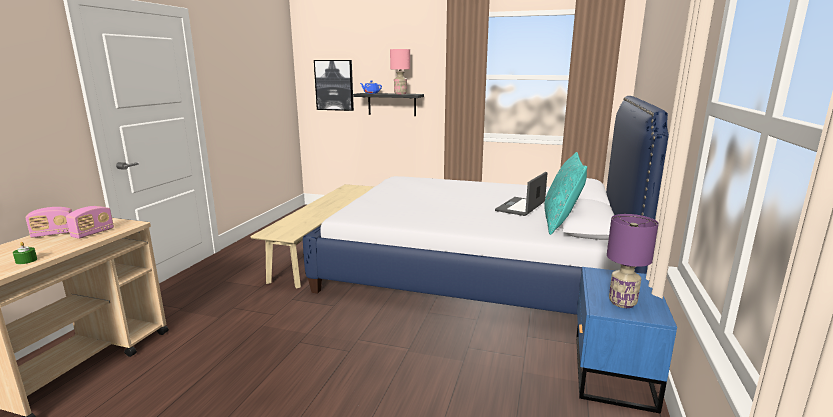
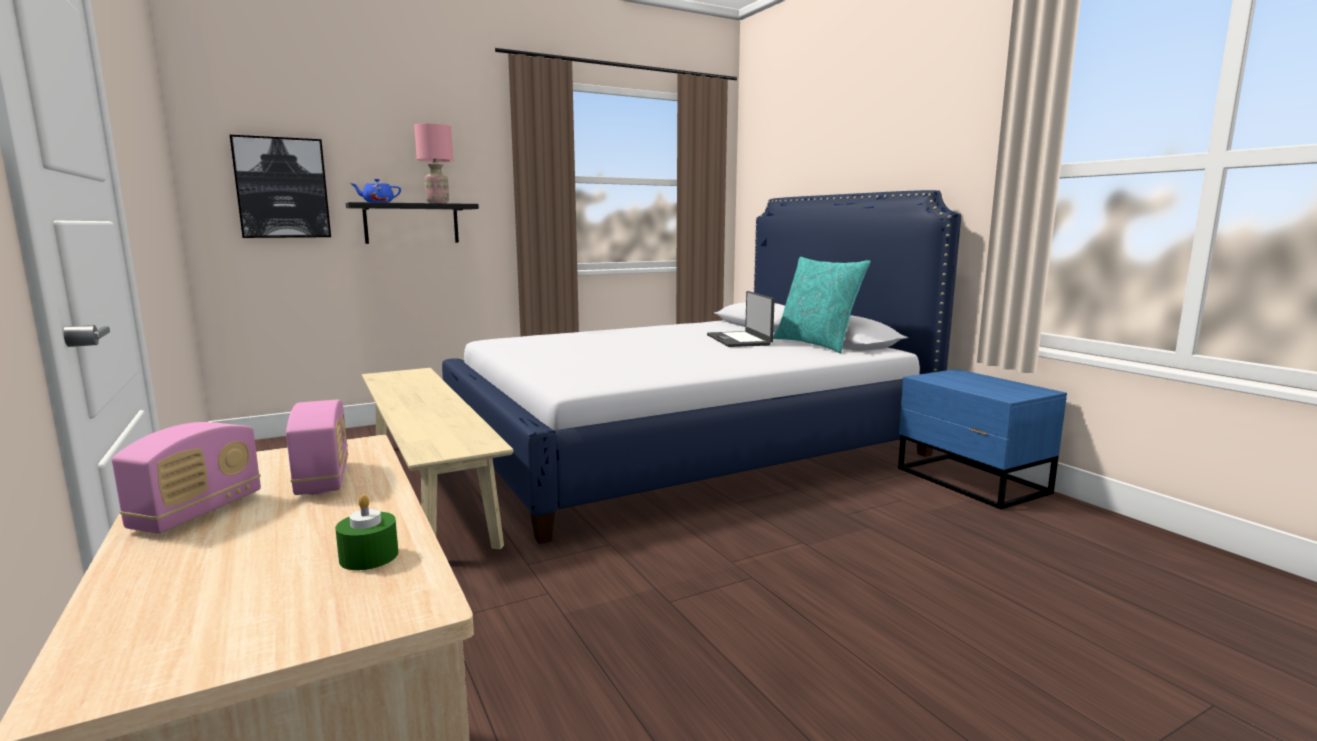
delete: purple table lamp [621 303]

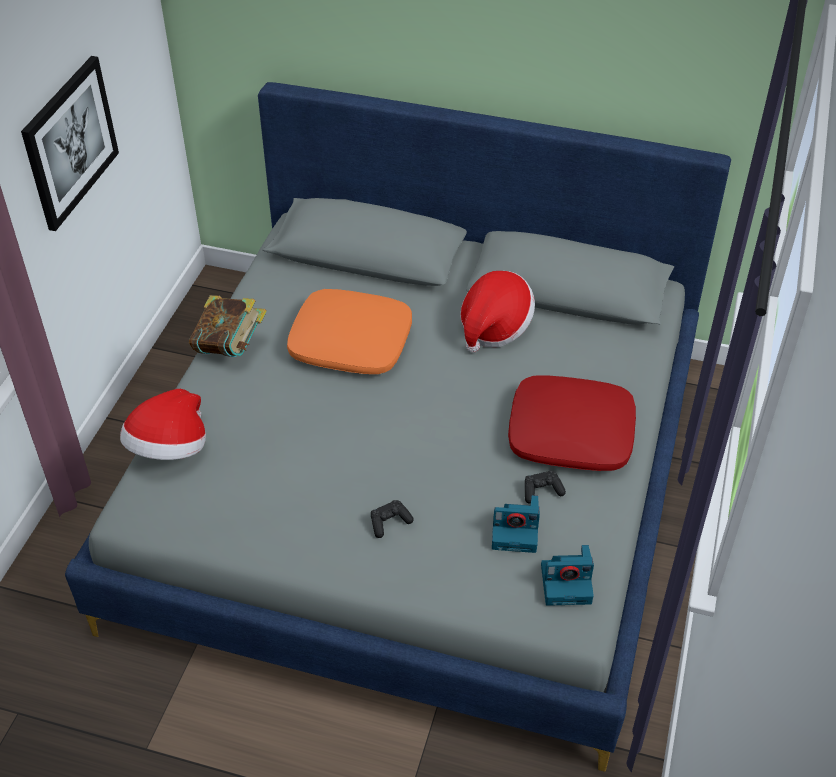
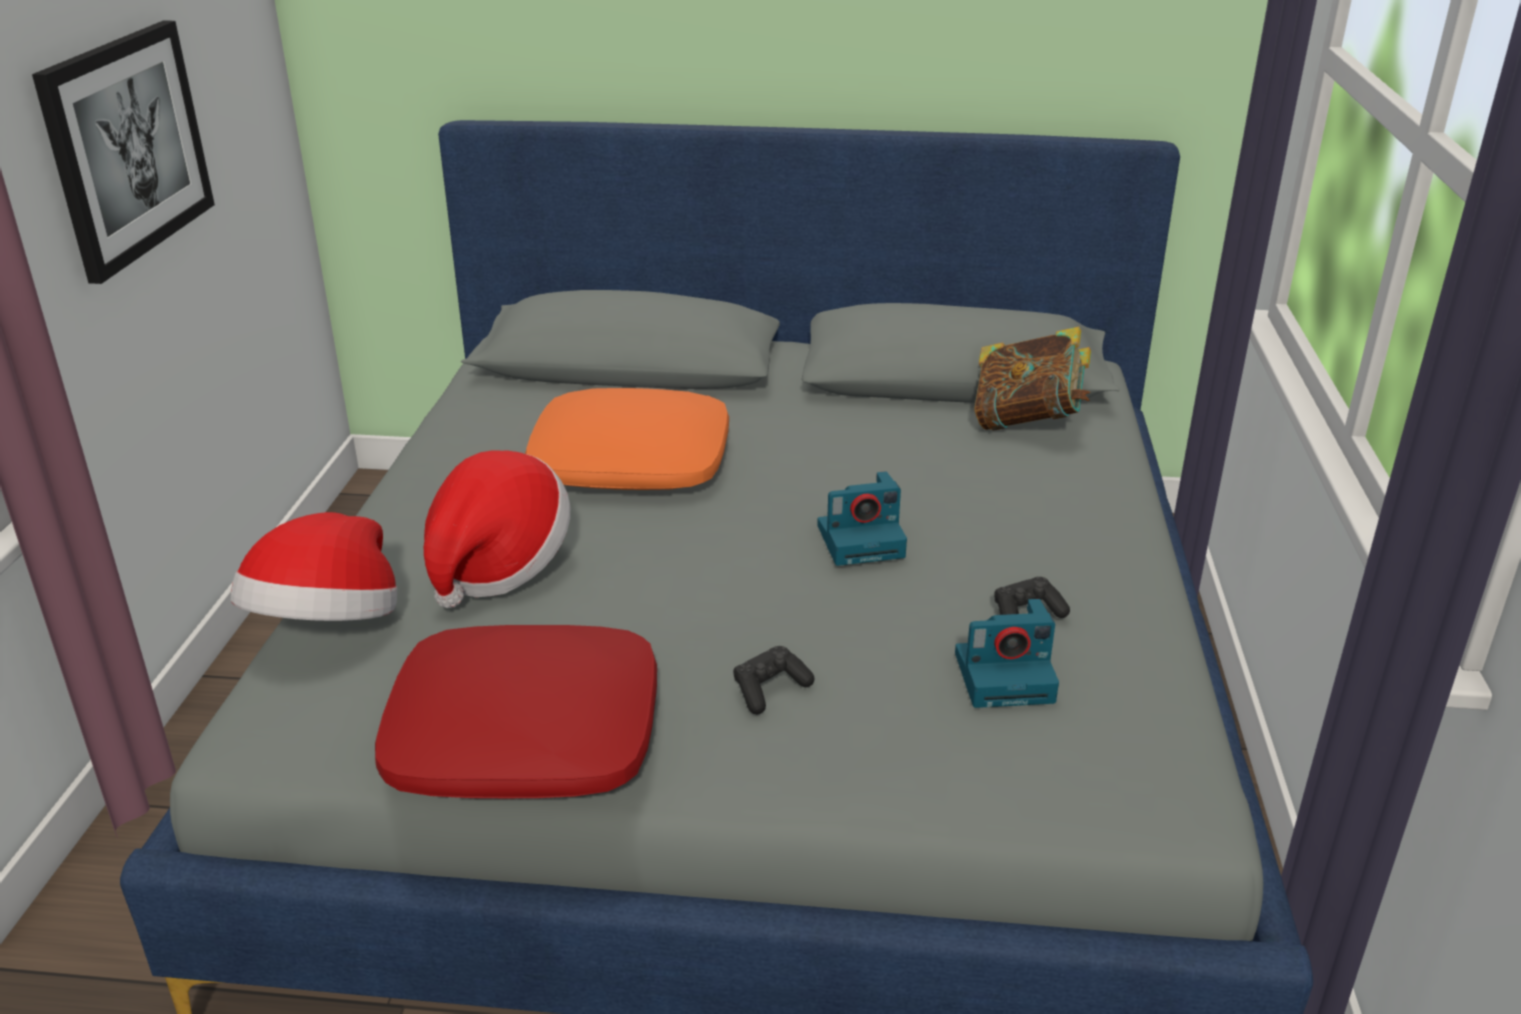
move: red pillow [571 433] to [526 735]; hat [494 327] to [497 565]; photo camera [567 583] to [862 540]; book [230 347] to [1028 422]

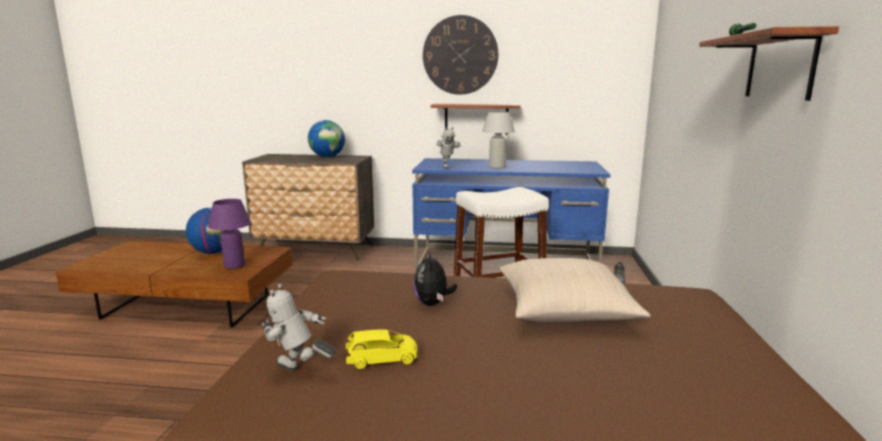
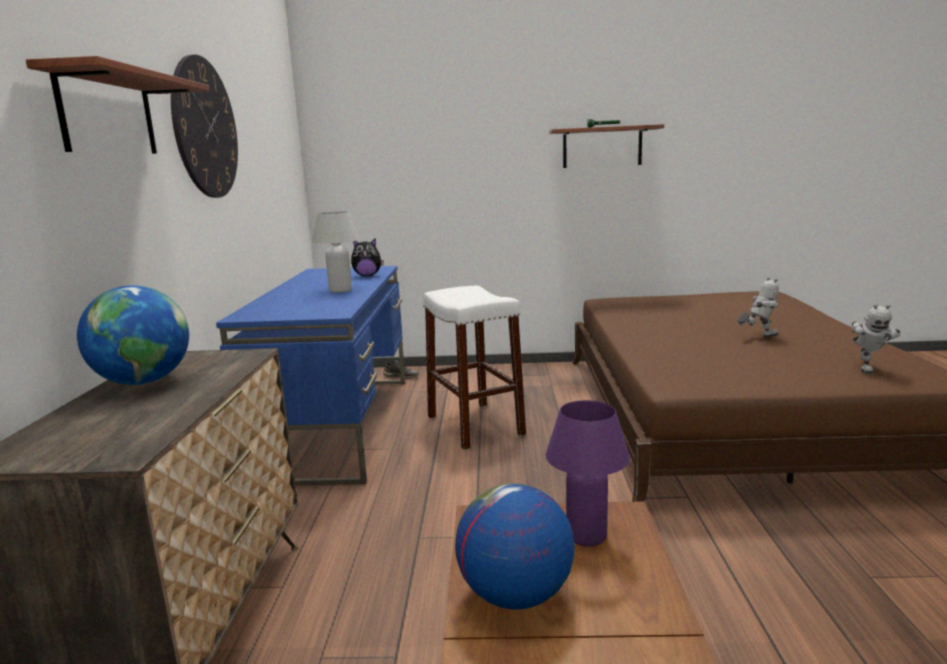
delete: yellow toy car [382 359]; beige pillow [565 310]
move: shelf [476 119] to [108 114]; plush toy [433 303] to [367 276]; toy robot [446 167] to [758 337]

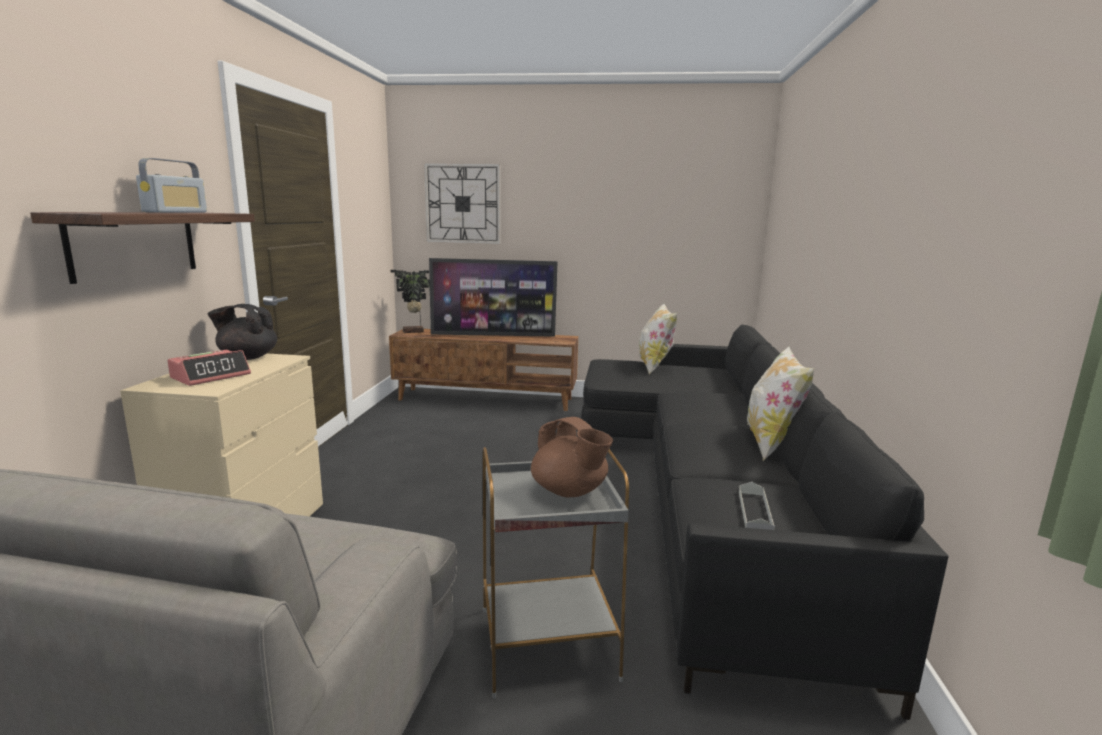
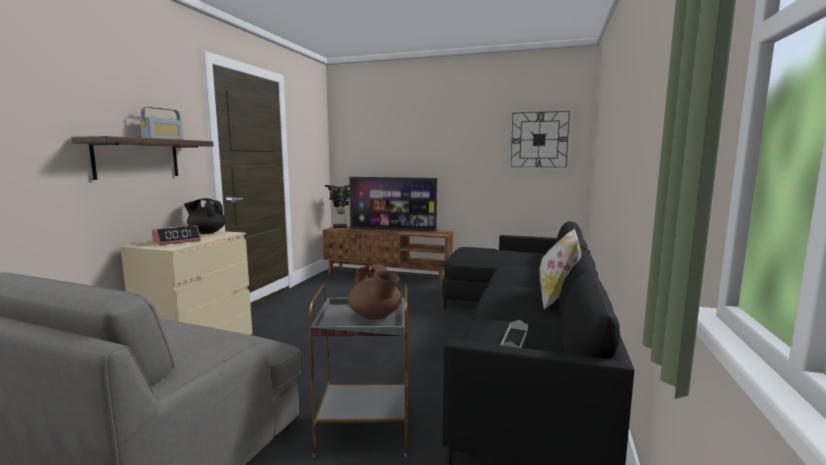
delete: pillow [654 366]
move: wall clock [463 204] to [539 140]

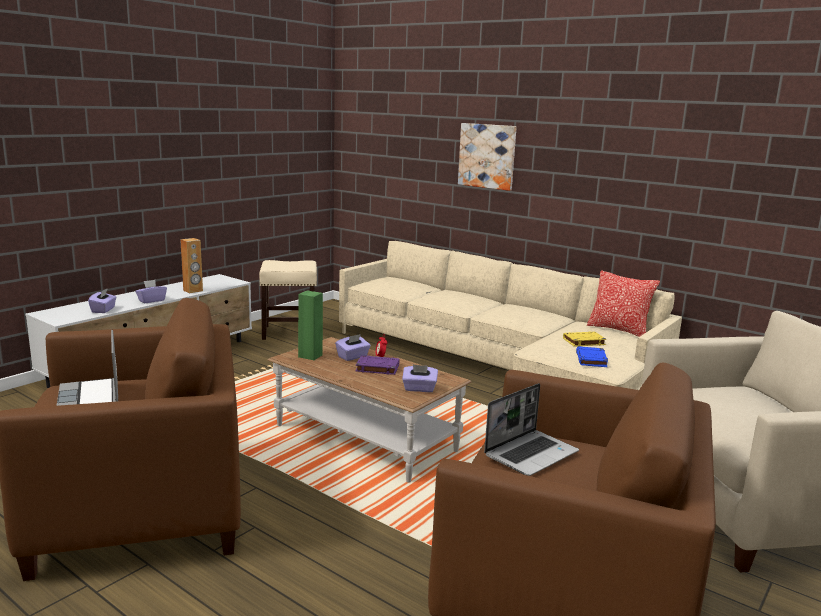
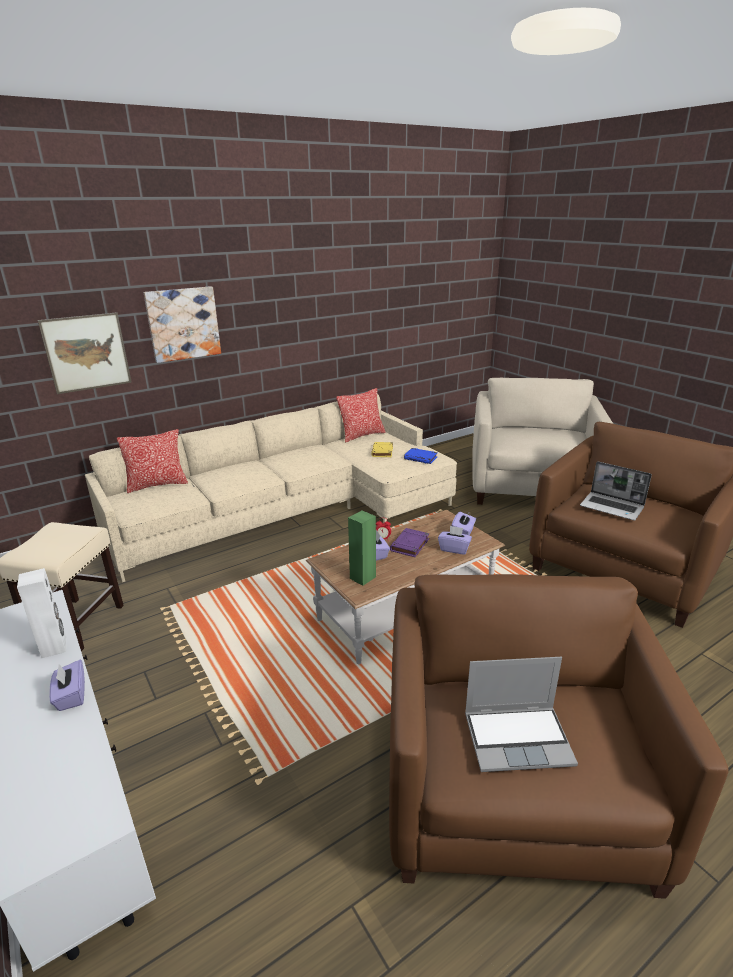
insert: picture [87 352]; pillow [157 485]
move: purple tissue box [103 310] to [454 549]
recolor: brown speaker [193 291] to white speaker [54 647]
rotate: laptop [531 453] = [612 507] 150 degrees clockwise

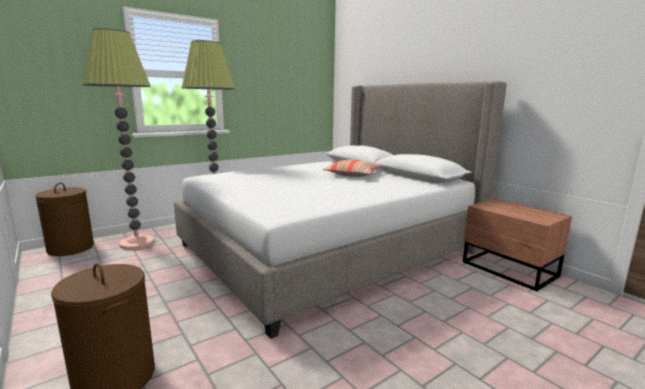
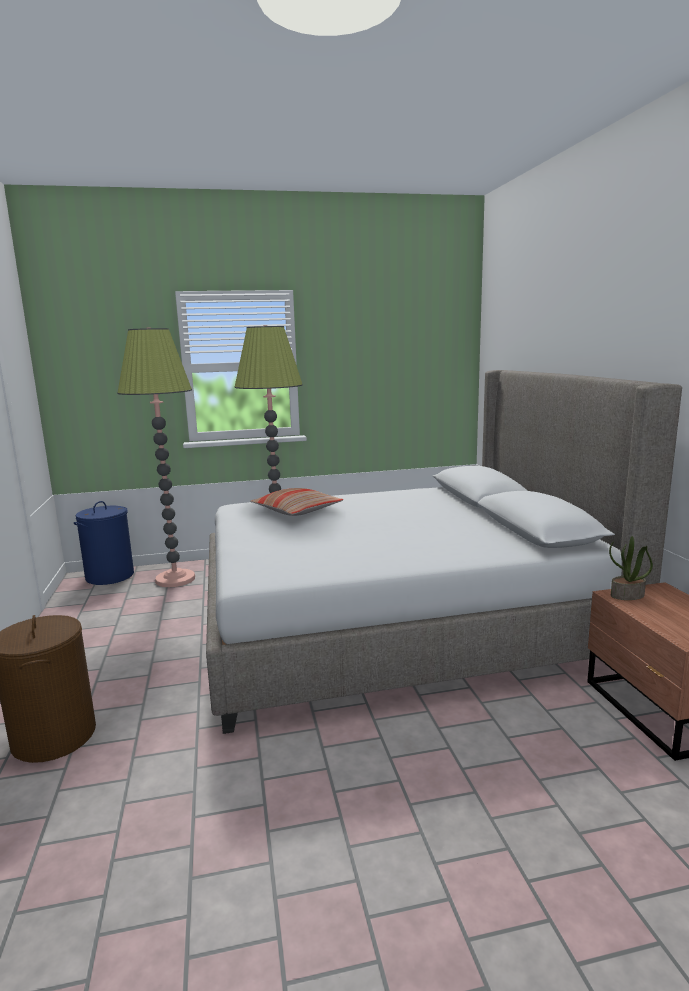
insert: potted plant [627 596]
move: pillow [353 174] to [297 510]
recolor: brown laundry basket [71 248] to blue laundry basket [110 576]

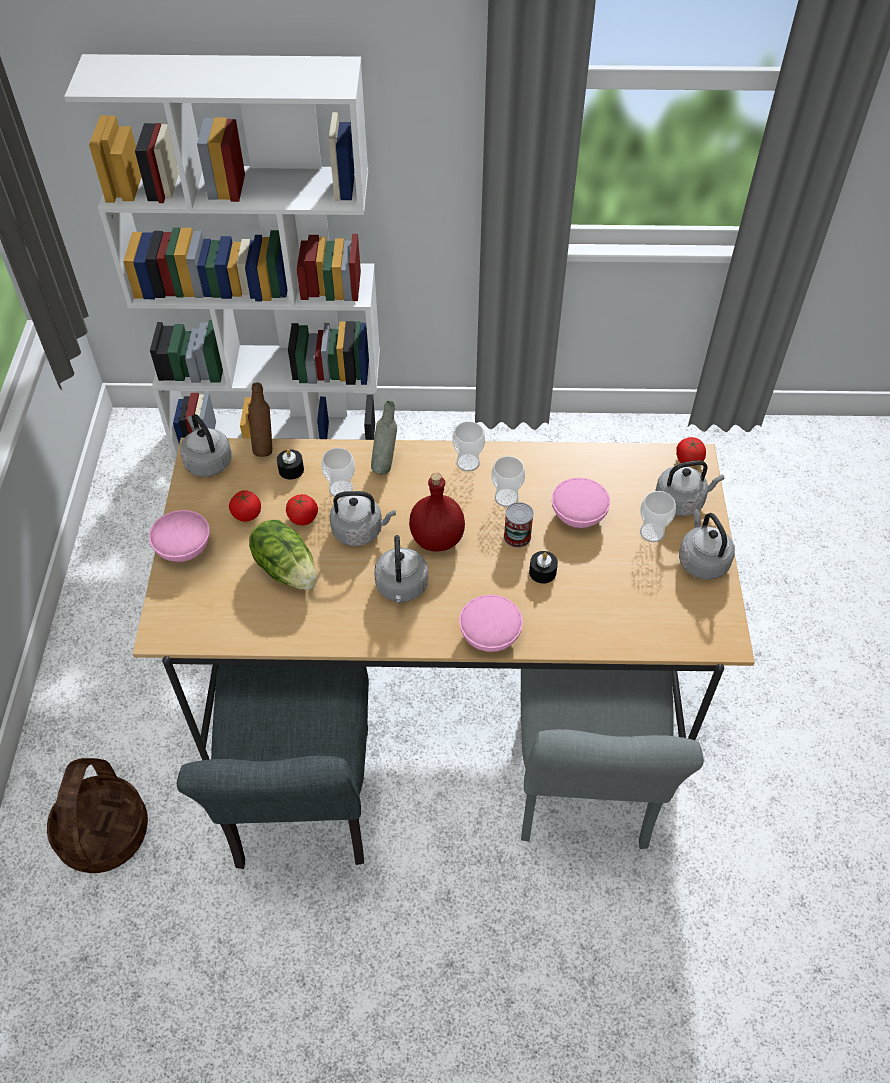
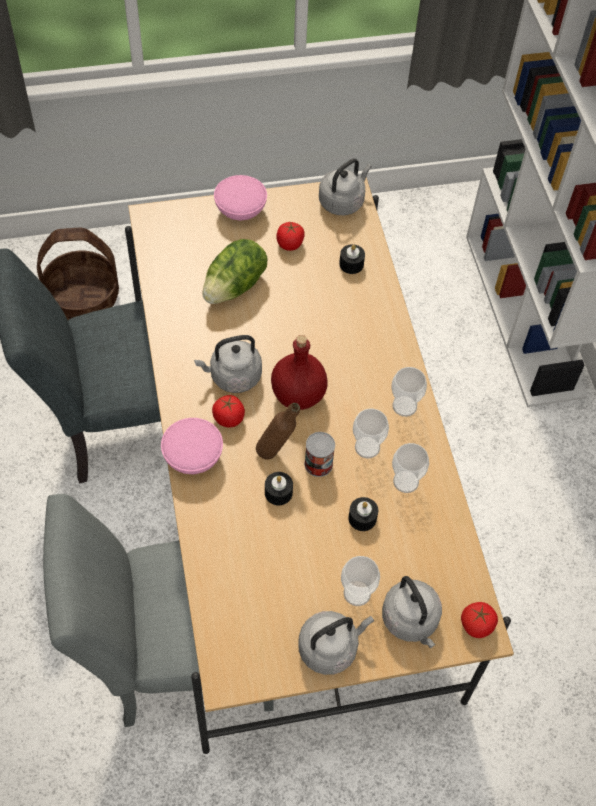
delete: grey kettle [360 531]; grey bottle [385 464]
move: tomato [303 517] to [229 418]; brown bottle [264 447] to [276 451]; cup [341 489] to [406 481]
replace: pink bowl [579 515] to black candle [362 518]

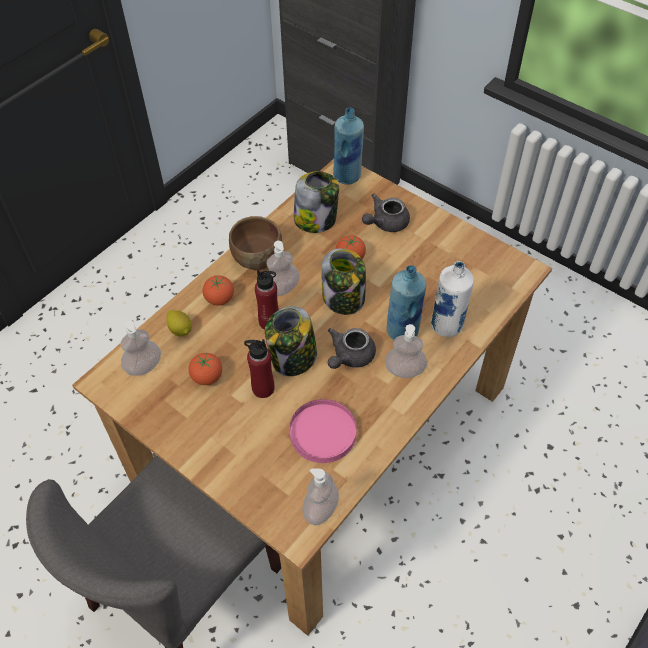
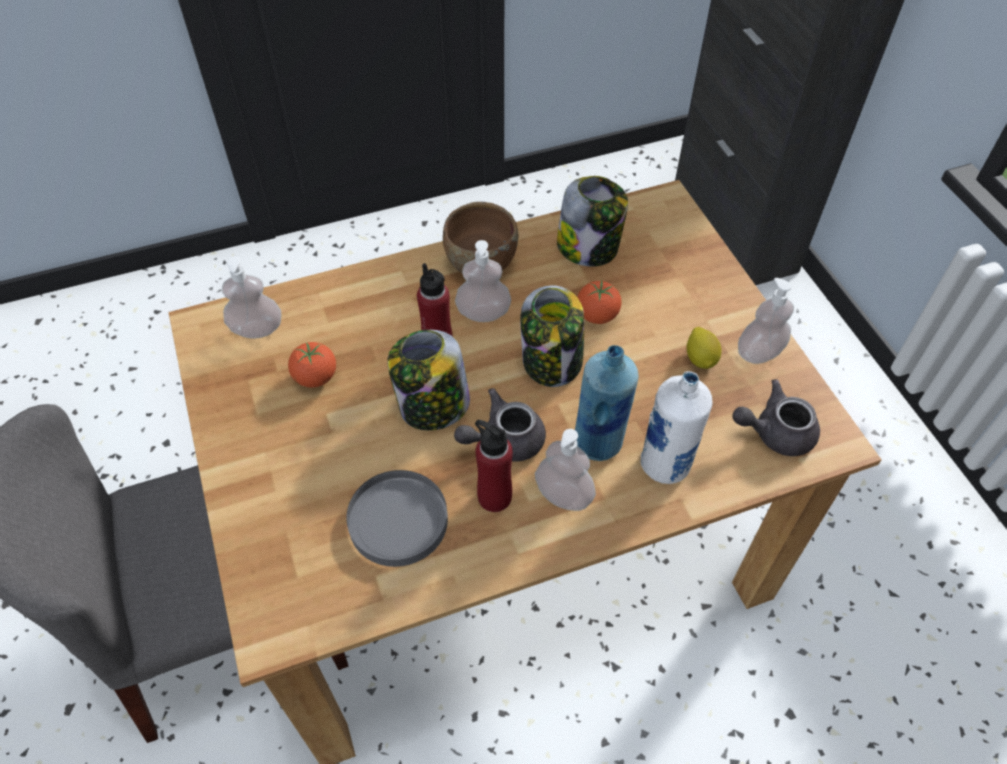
delete: tomato [219 299]; blue bottle [347 176]
move: red bottle [263 388] to [494 497]; lemon [180 329] to [700 358]; grey teapot [385 223] to [774 432]; soap dispenser [320 509] to [759 352]
recolor: pink plate [323 433] to grey plate [399 521]

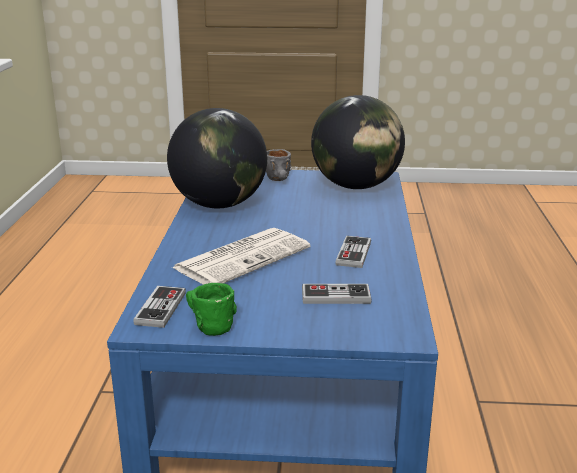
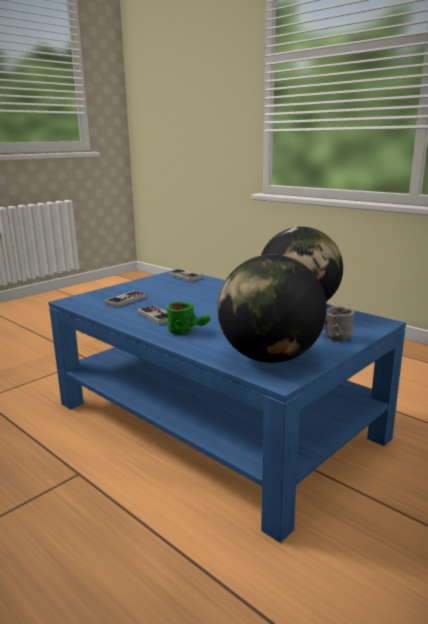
delete: newspaper [243 257]
move: green mug [205 324] to [188 330]

